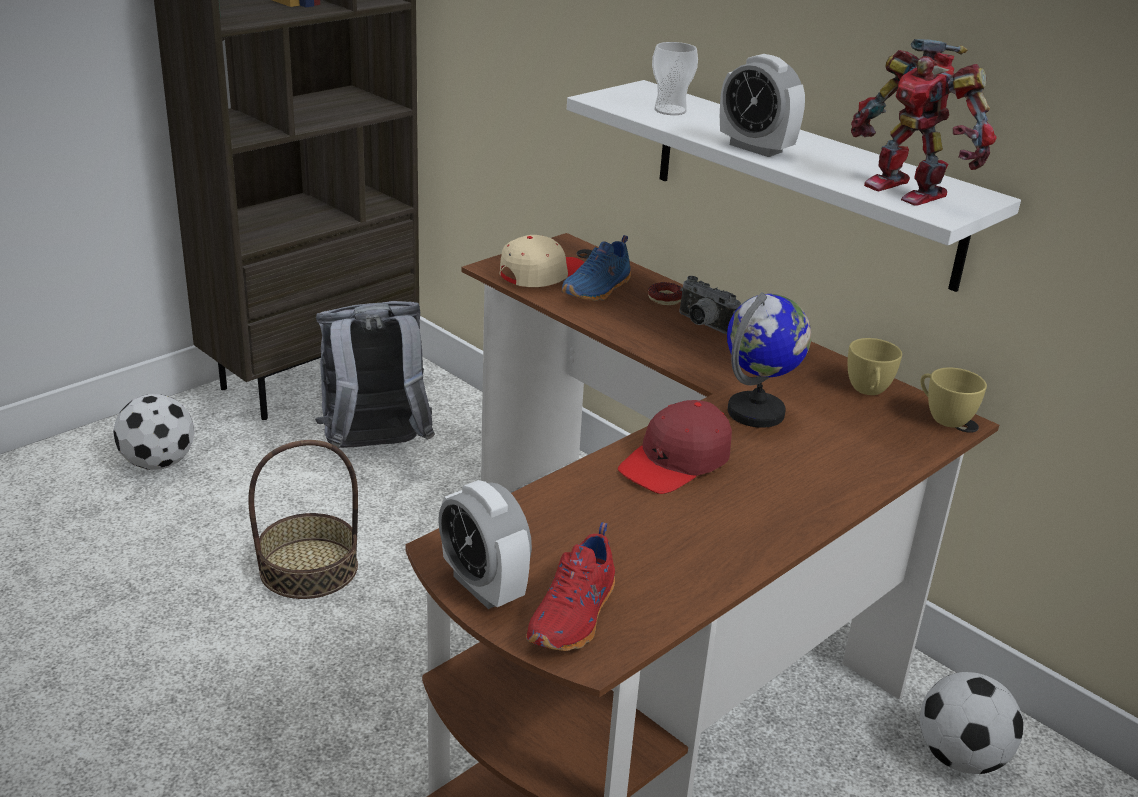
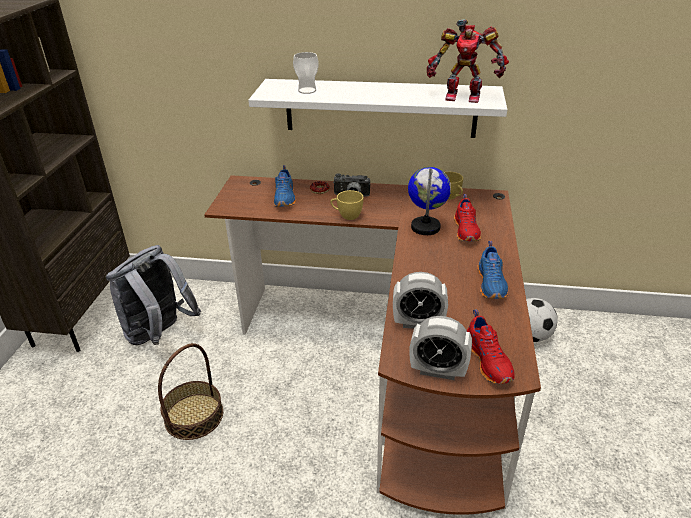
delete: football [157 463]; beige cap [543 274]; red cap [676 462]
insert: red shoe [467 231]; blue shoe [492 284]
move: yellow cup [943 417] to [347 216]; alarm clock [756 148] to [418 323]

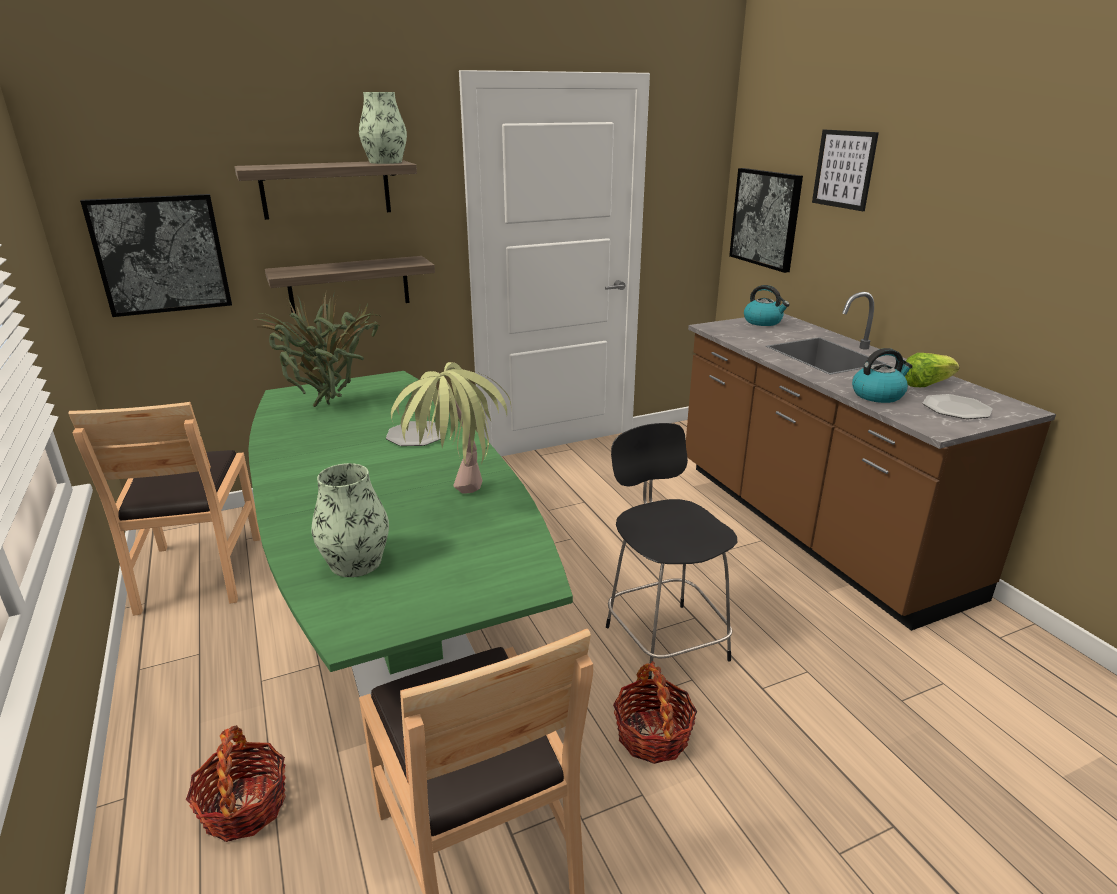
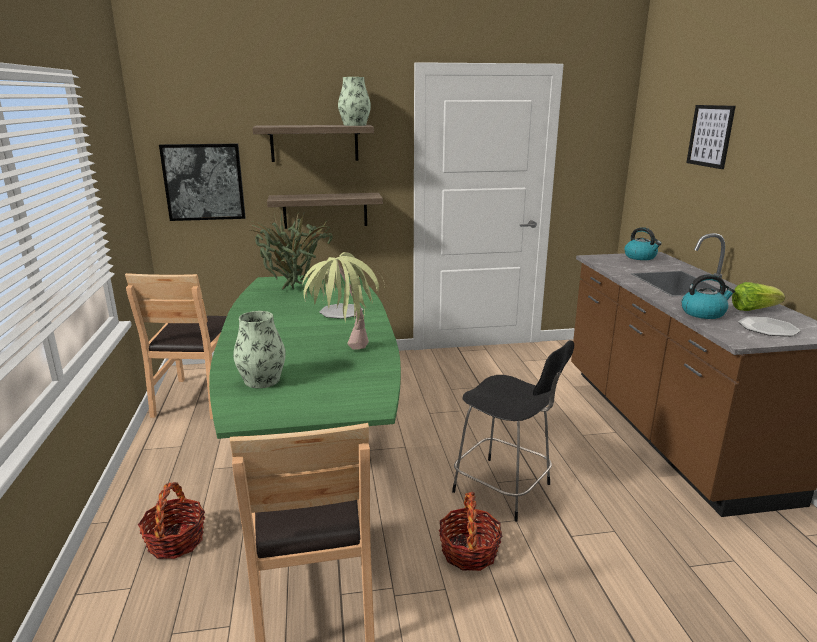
delete: picture [766 218]
rotate: black chair [664 640] = [505 489] 135 degrees clockwise

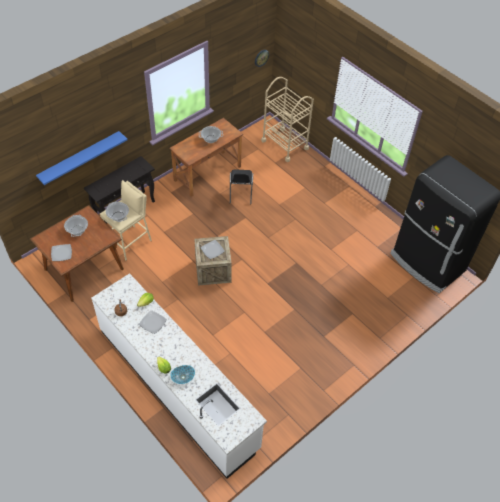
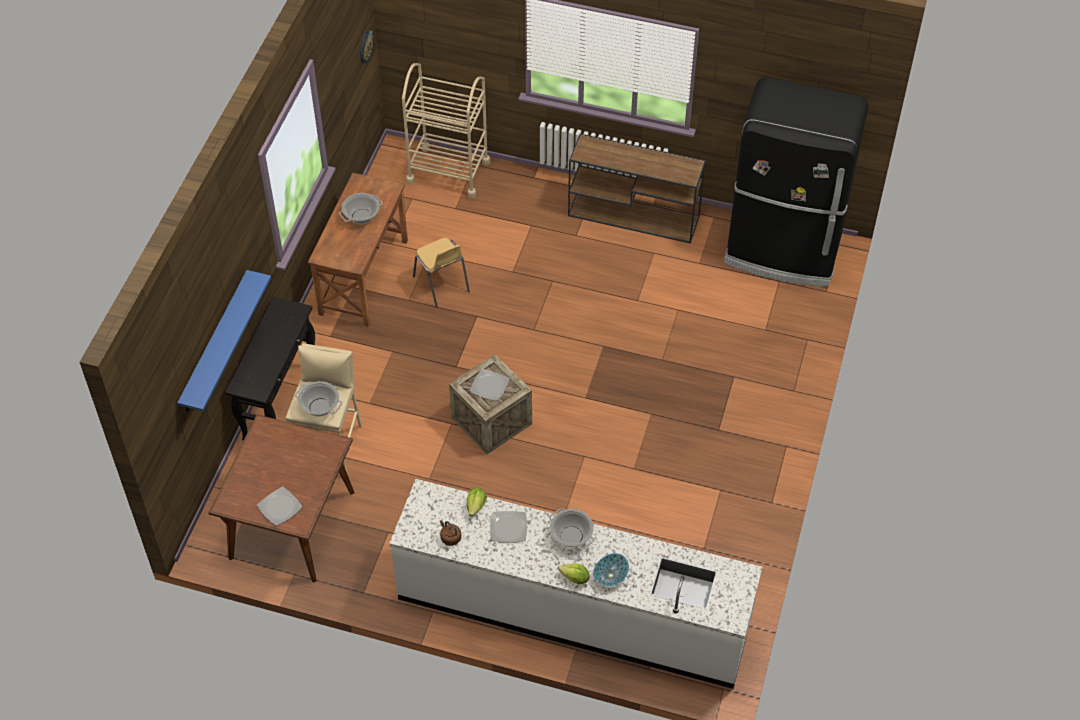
insert: brown console table [635 216]
move: cooking pot [77 230] to [571 536]
recolor: black chair [240 194] to yellow chair [441 284]

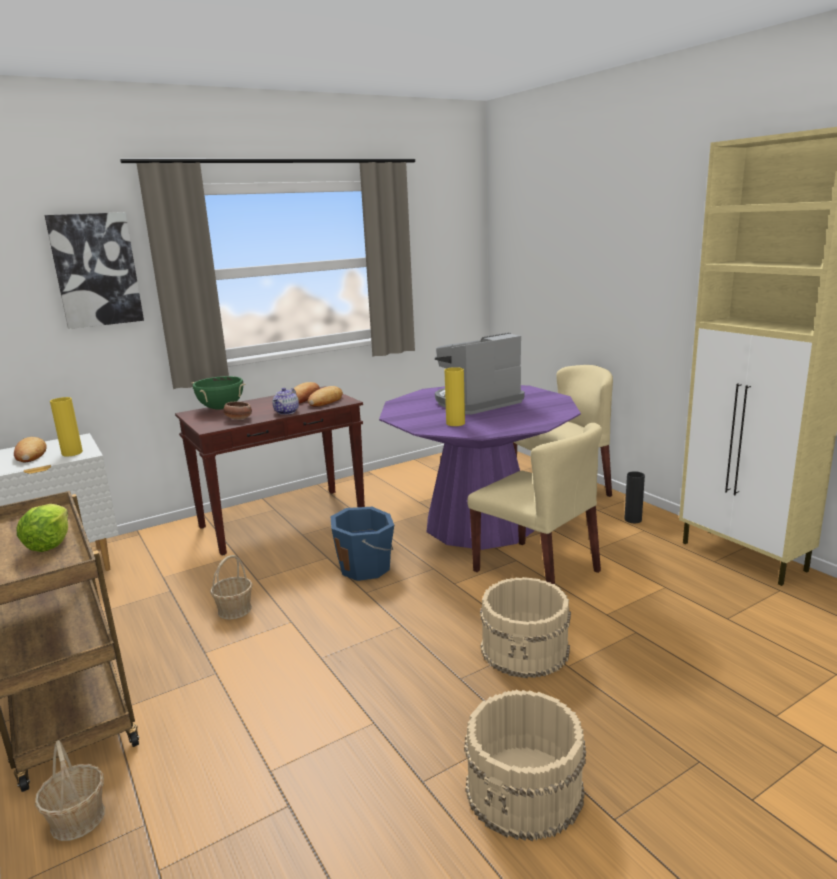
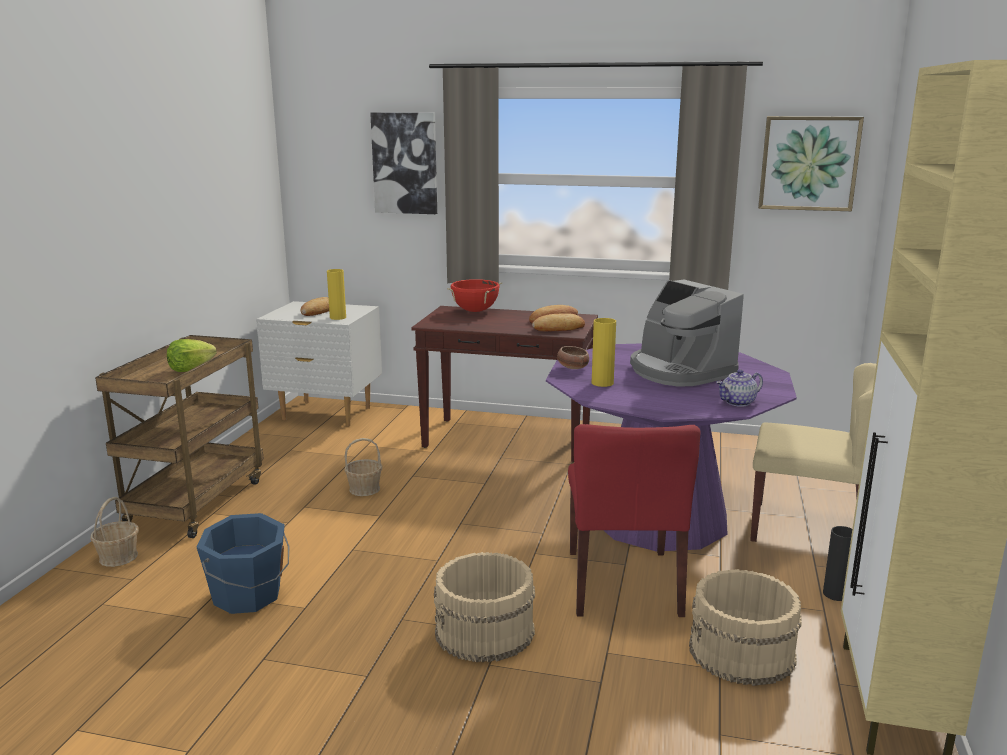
insert: picture [809 163]
move: blue bucket [366 567] to [248 595]; bowl [238 419] to [572 368]; beige bucket [525 790] to [742 653]; teapot [287 412] to [738 402]
recolor: green cooking pot [221 408] to red cooking pot [475 311]; beige chair [537 571] to red chair [623 583]
rotate: coffee machine [476 402] = [679 371] 135 degrees counterclockwise

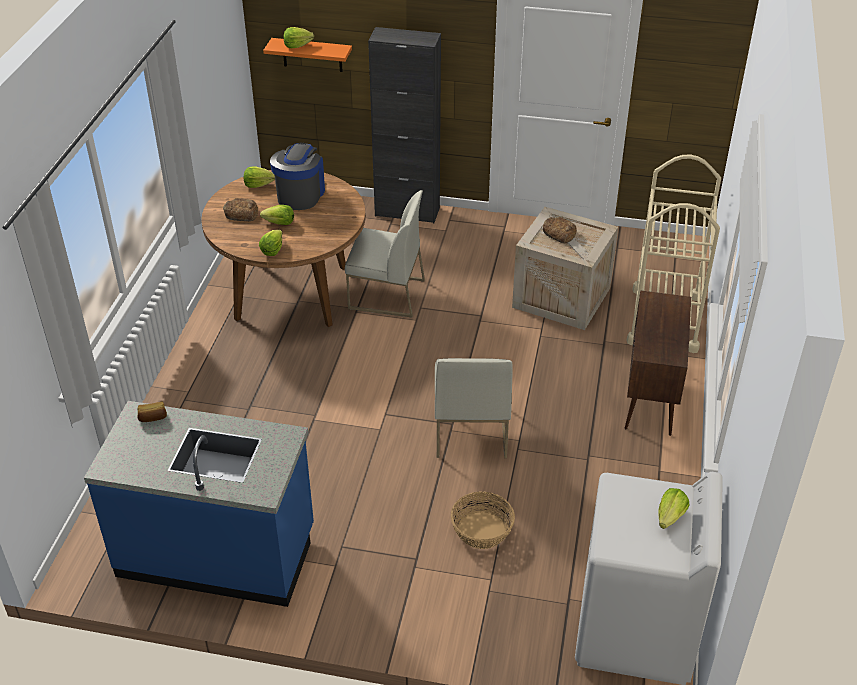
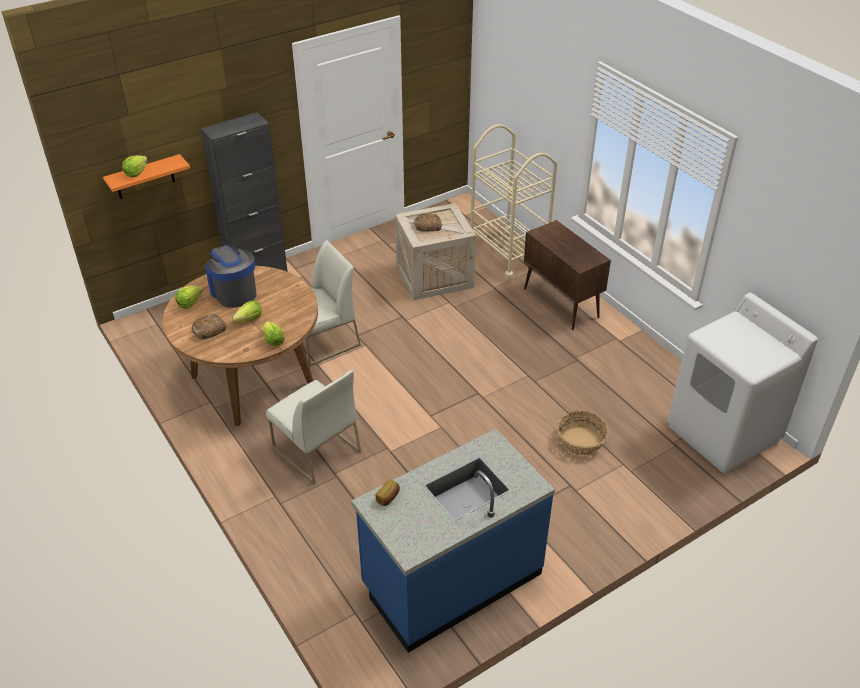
delete: lettuce [670 517]
move: white chair [470 430] to [316 450]

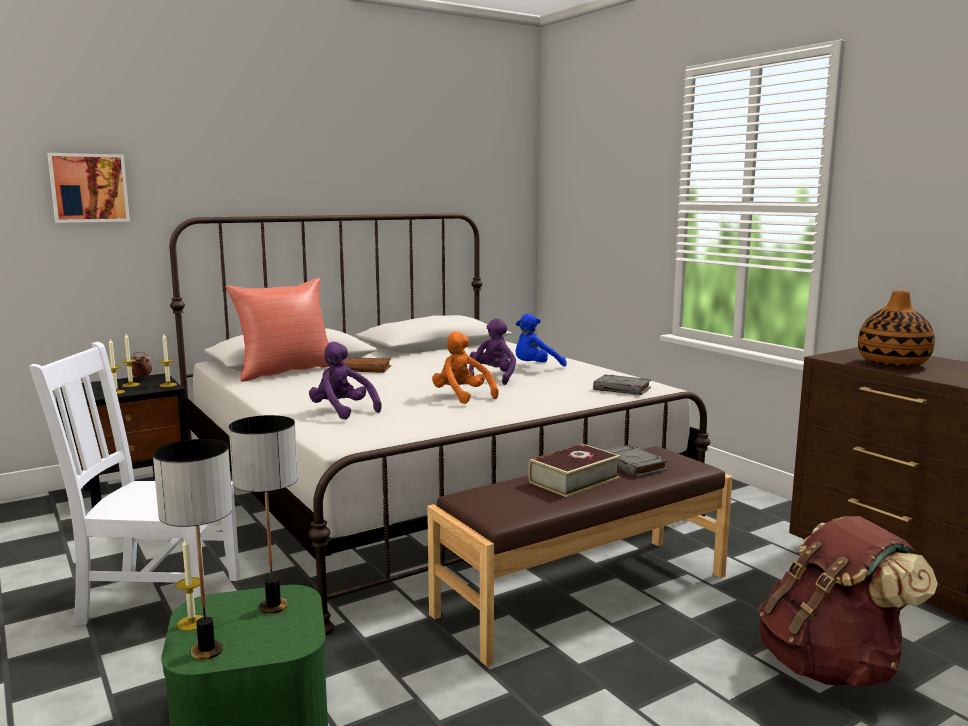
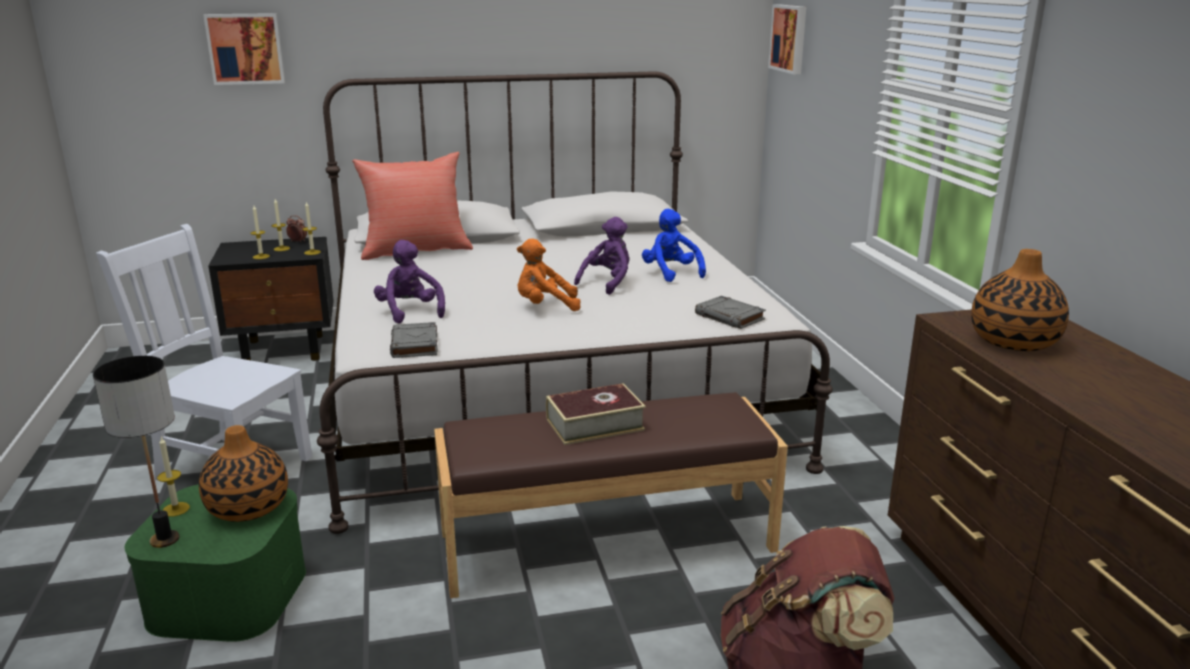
delete: brown book [367 369]
insert: picture [790 38]
move: grey book [632 466] to [415 345]
replace: table lamp [272 607] to vase [247 507]
rotate: orange plush toy [462 397] = [545 306] 75 degrees counterclockwise; blue plush toy [535 367] = [671 273] 75 degrees clockwise

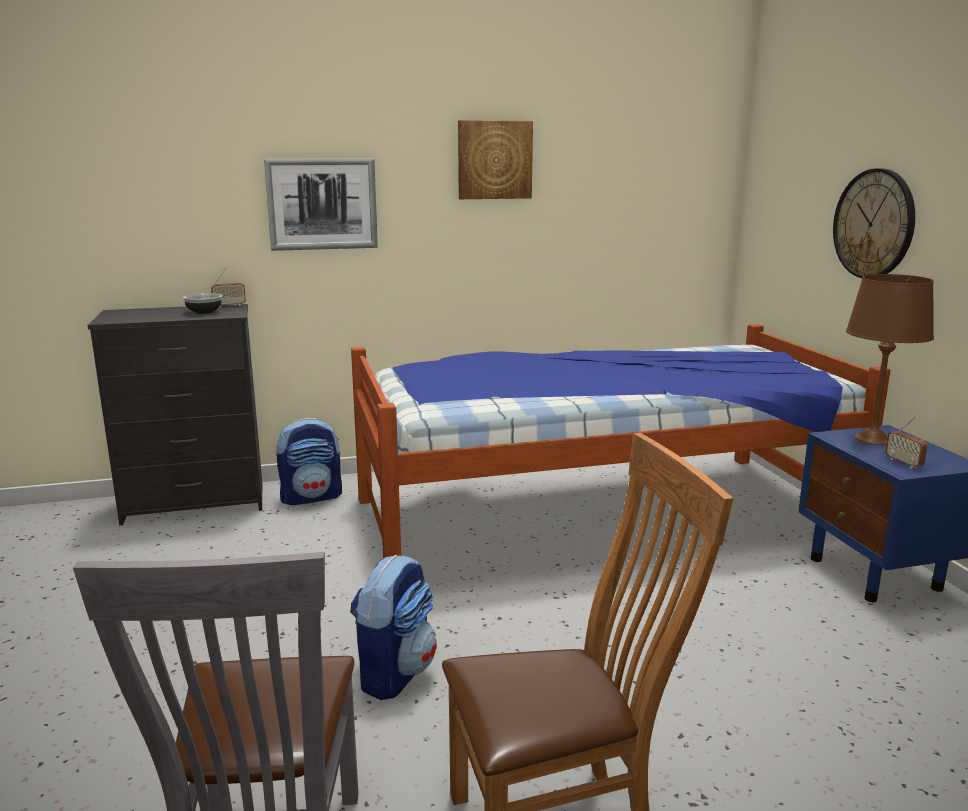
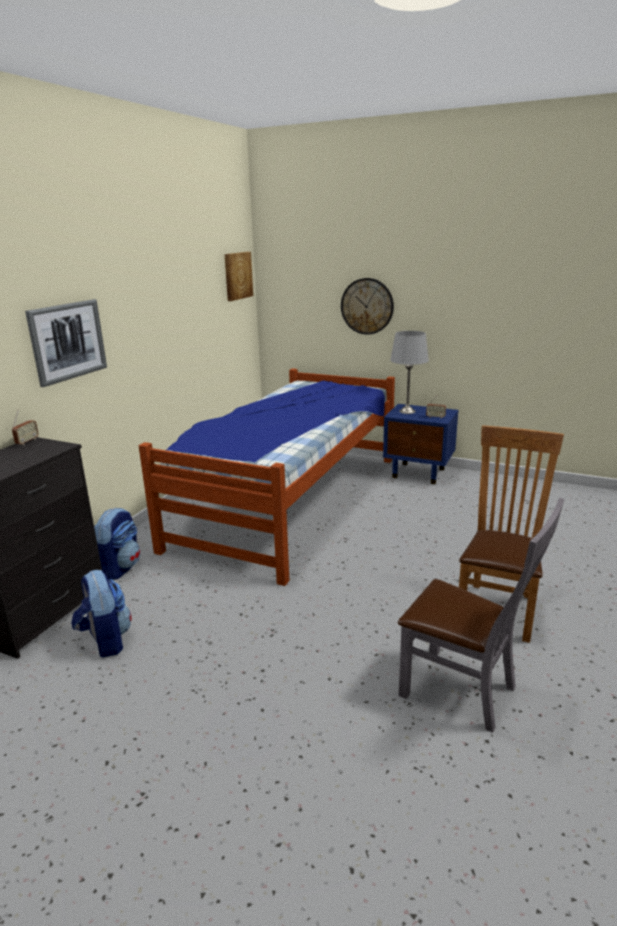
delete: bowl [204 312]
move: backpack [394 672] to [105 641]; picture [494 160] to [237 276]
recolor: brown table lamp [873 439] to grey table lamp [407 411]

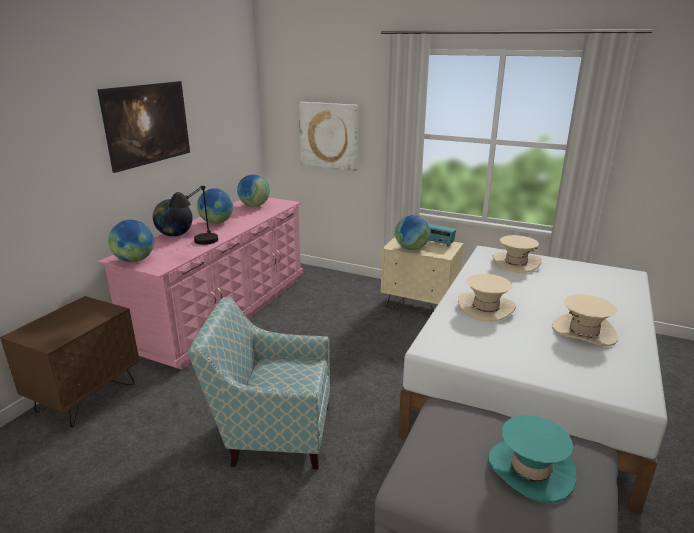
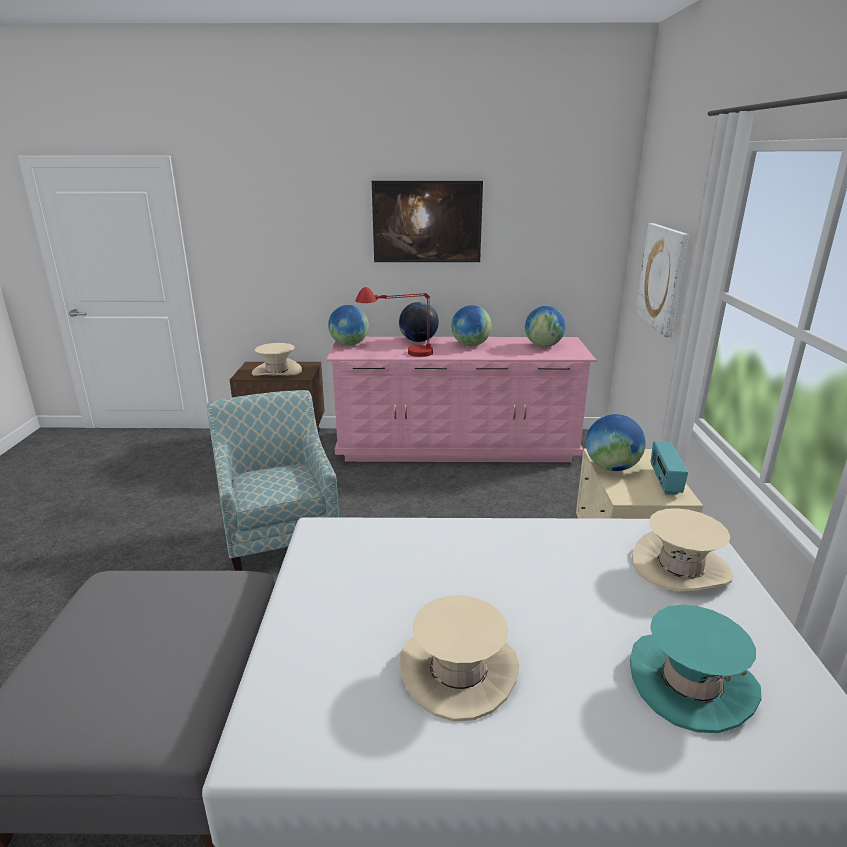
move: beige hat [486 308] to [277 371]; turquoise hat [530 469] to [690 683]
recolor: black table lamp [198 248] to red table lamp [398 355]

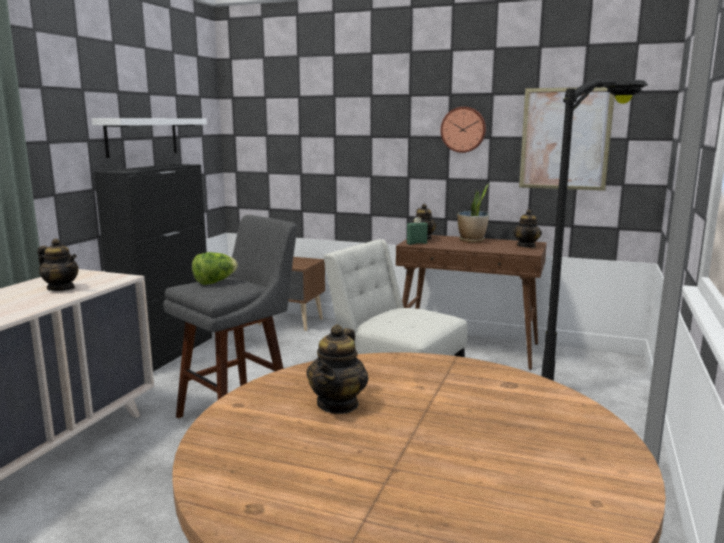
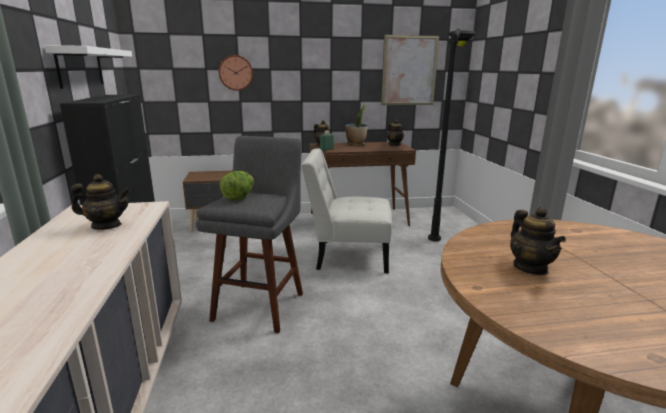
move: wall clock [463 129] to [236 72]

